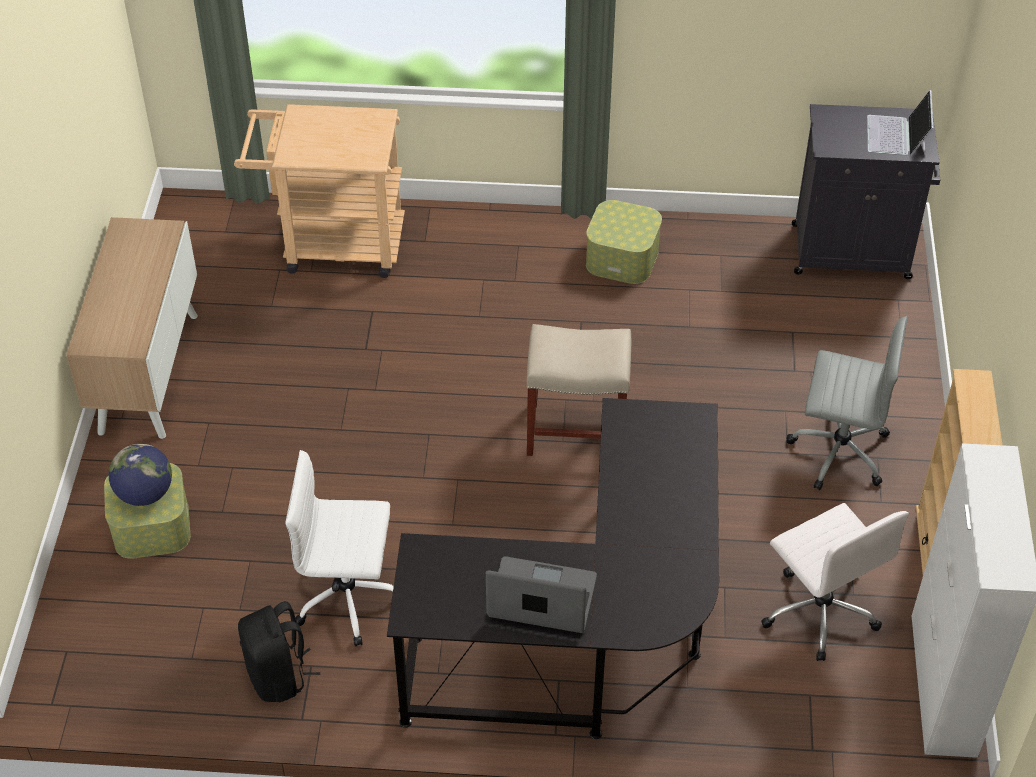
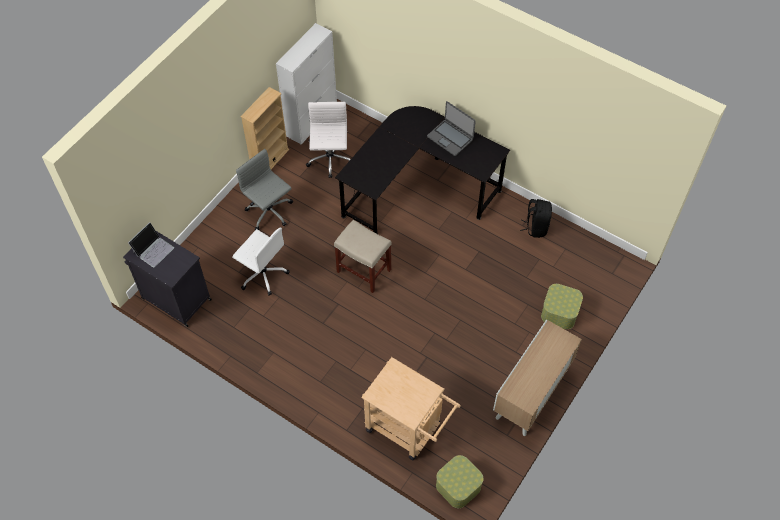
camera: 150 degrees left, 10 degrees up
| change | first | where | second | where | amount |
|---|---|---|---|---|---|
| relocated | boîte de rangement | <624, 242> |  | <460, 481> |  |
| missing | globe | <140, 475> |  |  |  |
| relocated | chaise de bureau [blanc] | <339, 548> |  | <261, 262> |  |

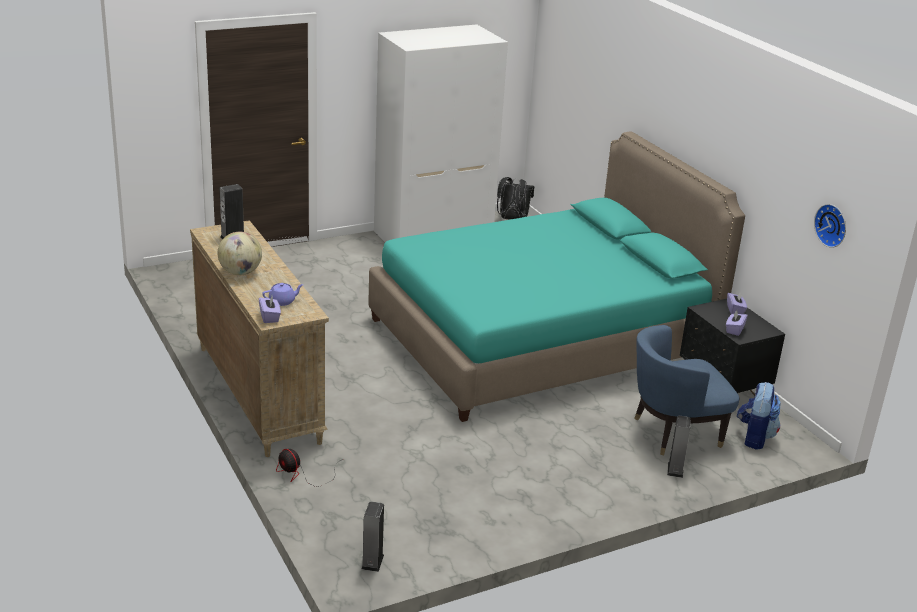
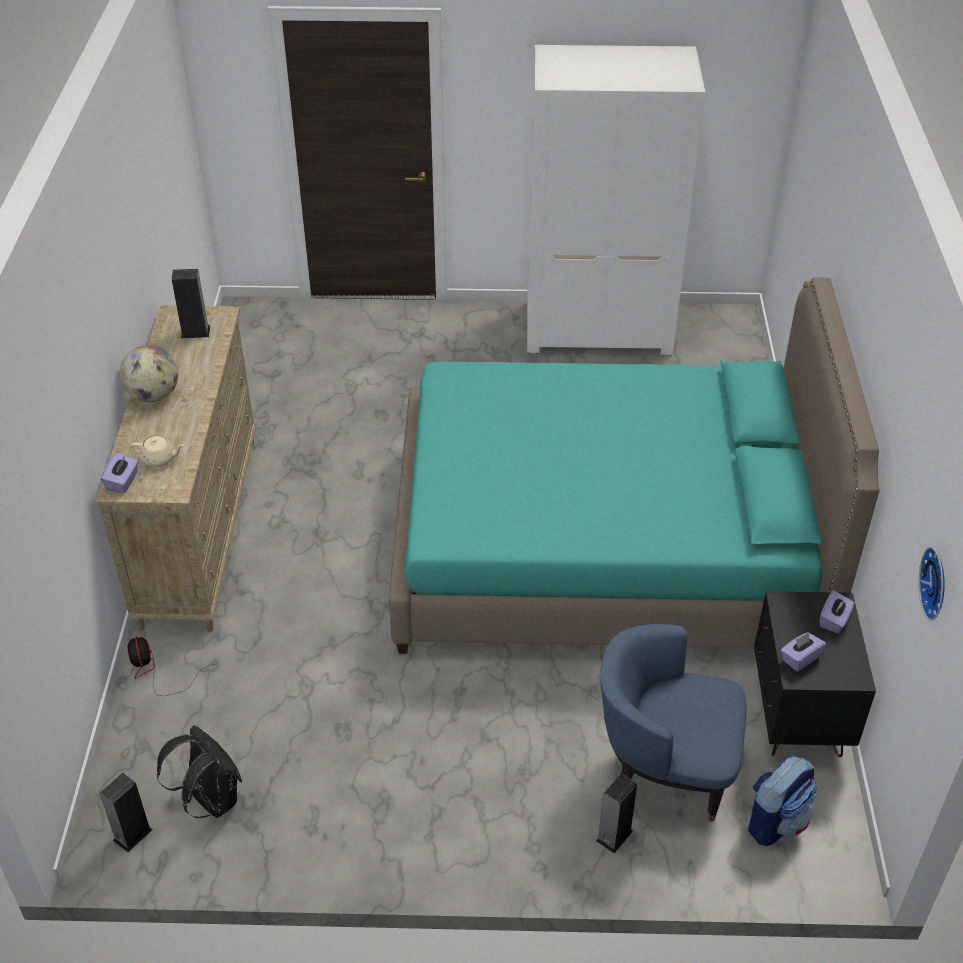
camera: 30 degrees right, 15 degrees up
| change | first | where | second | where | amount |
|---|---|---|---|---|---|
| relocated | sac à dos [noir] | <515, 198> |  | <199, 771> |  |
| colour | théière [violet] | <283, 294> | théière [beige] | <157, 451> |  |

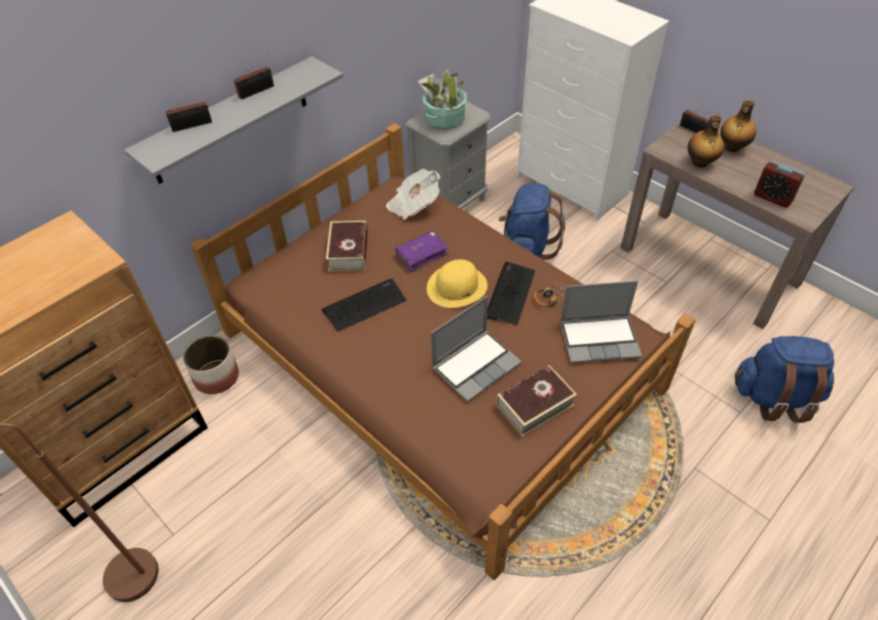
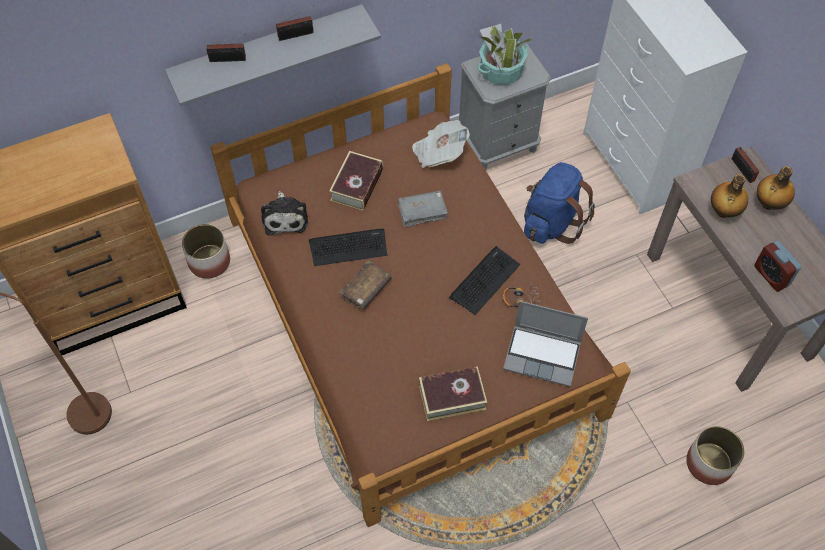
camera: 20 degrees right, 10 degrees up
| change | first | where | second | where | amount |
|---|---|---|---|---|---|
| colour | livre [violet] | <421, 251> | livre [gris] | <423, 209> |  |
| missing | chapeau [jaune] | <457, 283> |  |  |  |
| missing | ordinateur portable | <476, 349> |  |  |  |
| exchanged | sac à dos [bleu] | <784, 379> | cache-pot | <715, 455> |  |
| appeared |  |  | peluche | <284, 213> |  |
| appeared |  |  | livre [marron] | <365, 285> |  |

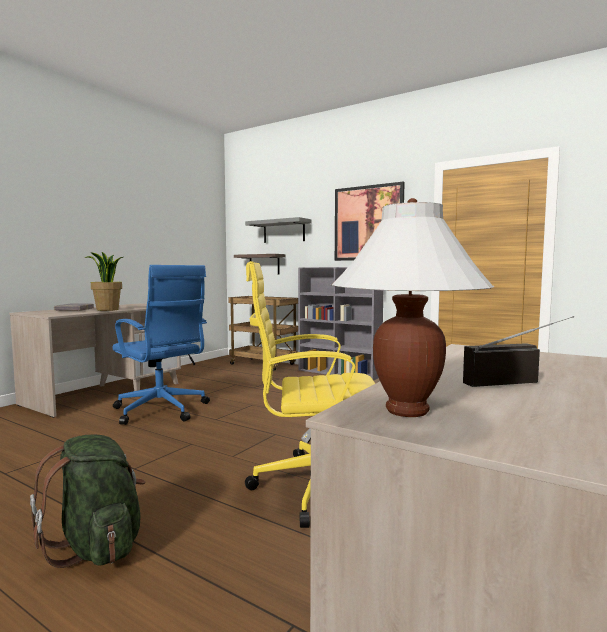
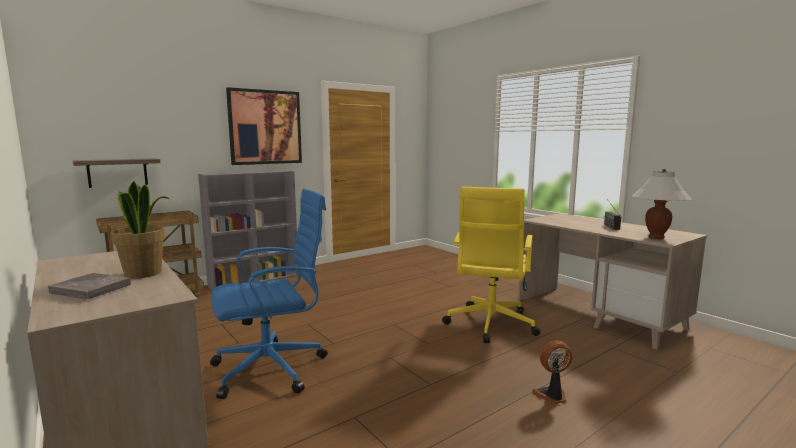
camera: 70 degrees left, 5 degrees up
| change | first | where | second | where | amount |
|---|---|---|---|---|---|
| missing | étagère [gris] | <278, 230> |  |  |  |
| exchanged | sac à dos [vert] | <87, 501> | ventilateur | <552, 372> |  |

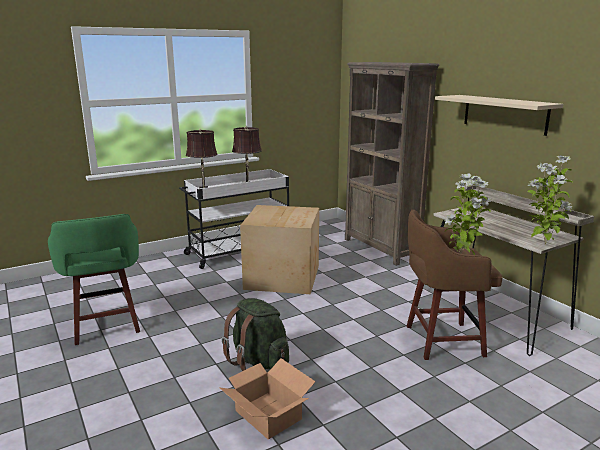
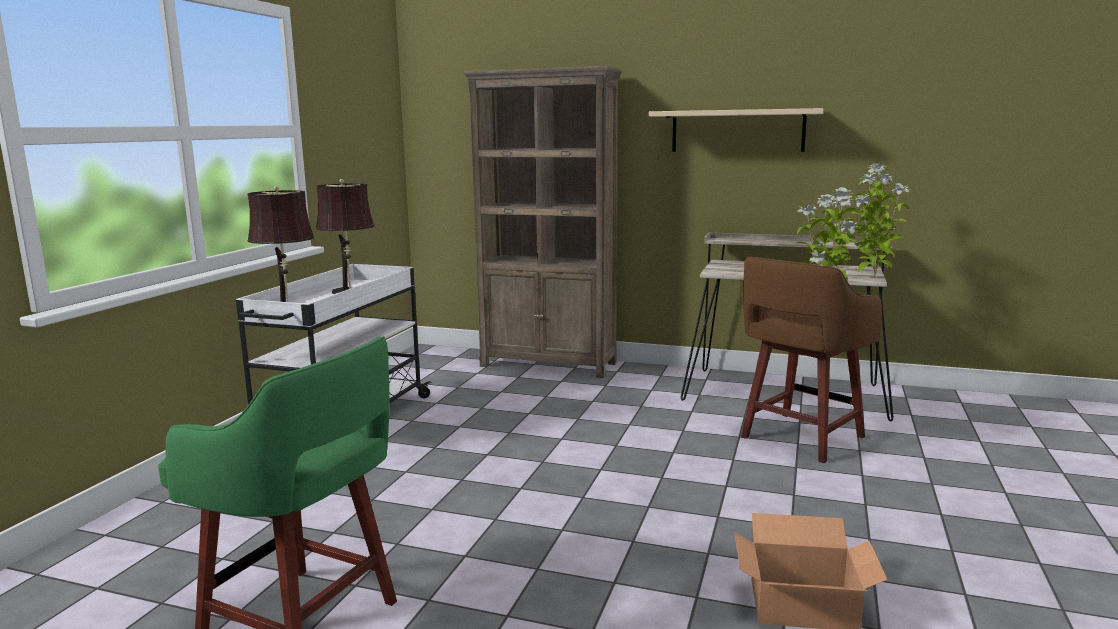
camera: 40 degrees left, 5 degrees down
| change | first | where | second | where | amount |
|---|---|---|---|---|---|
| missing | carton | <279, 249> |  |  |  |
| missing | sac à dos [vert] | <255, 334> |  |  |  |

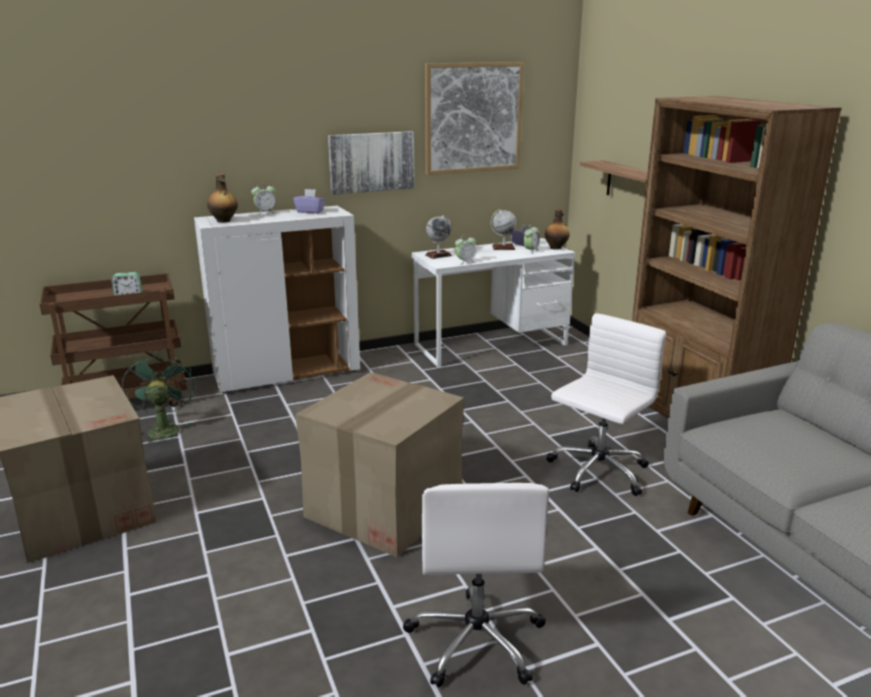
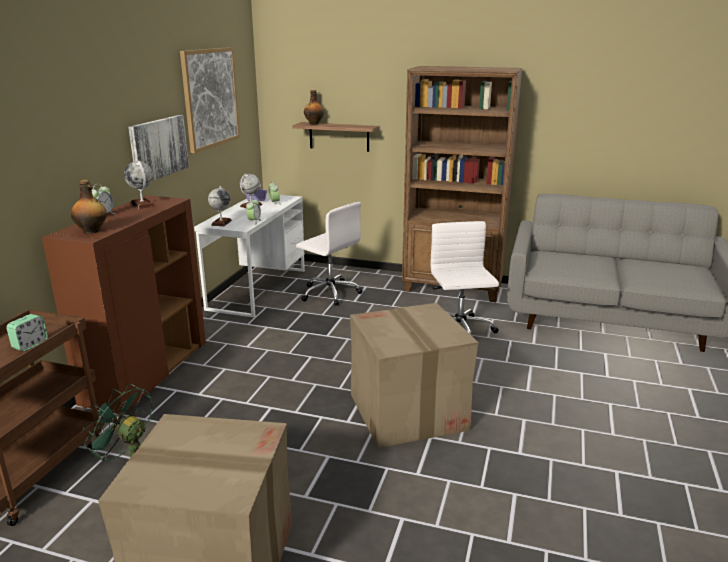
camera: 50 degrees left, 0 degrees up
| change | first | where | second | where | amount |
|---|---|---|---|---|---|
| exchanged | boîte à mouchoirs [violet] | <309, 201> | globe | <139, 185> |  |
| colour | meuble de rangement [blanc] | <277, 299> | meuble de rangement [marron] | <124, 305> |  |
| relocated | bouteille | <557, 229> |  | <314, 107> |  |
| relocated | chaise de bureau [blanc] | <476, 585> |  | <329, 254> |  |

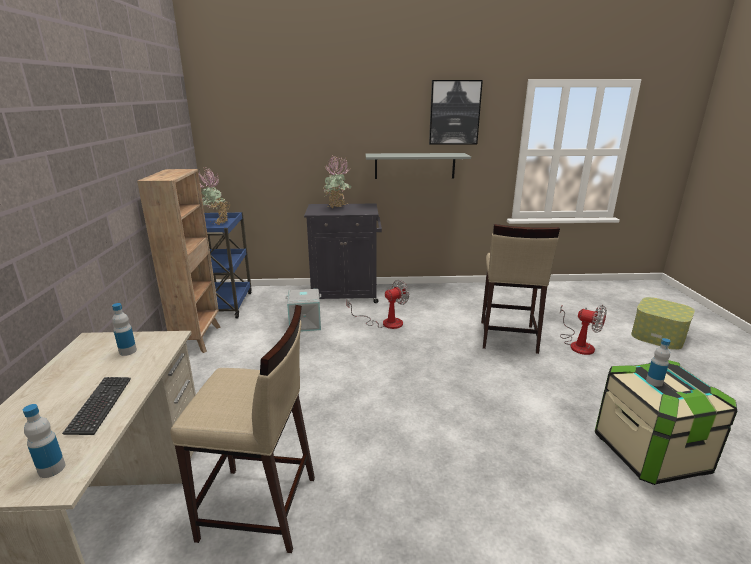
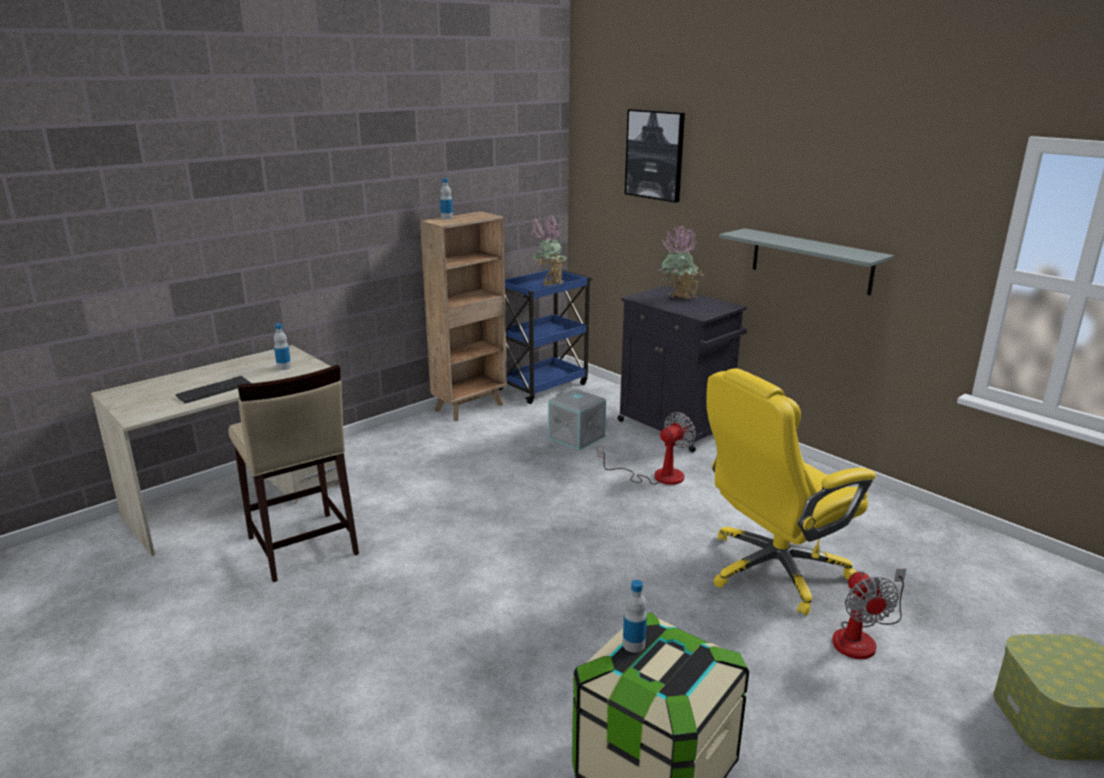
camera: 50 degrees right, 0 degrees up
| change | first | where | second | where | amount |
|---|---|---|---|---|---|
| relocated | tableau | <456, 112> |  | <655, 156> |  |
| exchanged | tabouret [beige] | <520, 289> | chaise de bureau [jaune] | <791, 491> |  |
| spun | ventilateur | <377, 304> |  | <646, 448> | 60 degrees counterclockwise |
| relocated | bouteille | <44, 441> |  | <446, 198> |  |

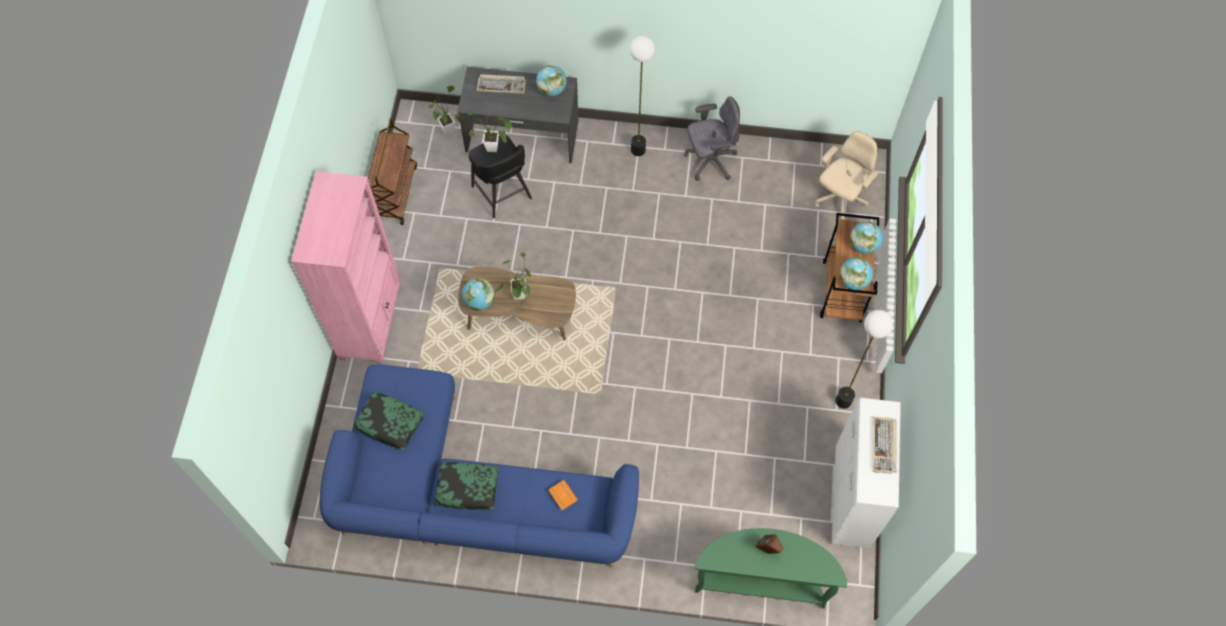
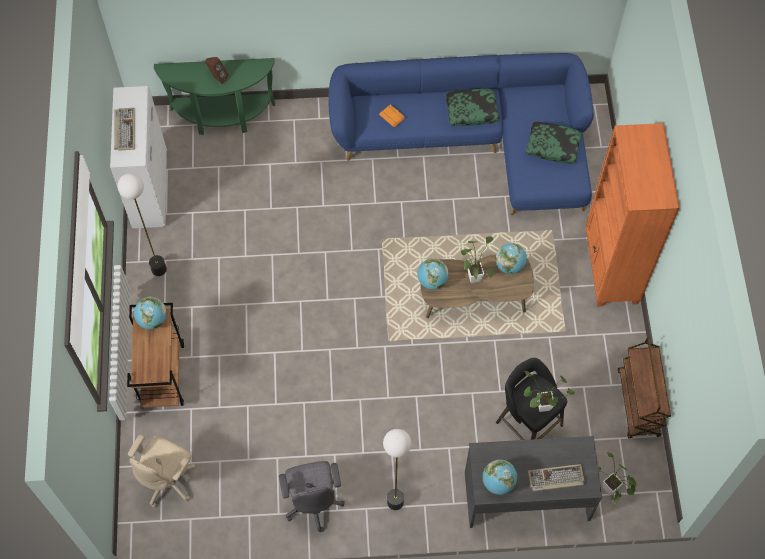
camera: 170 degrees right, 0 degrees up
| change | first | where | second | where | amount |
|---|---|---|---|---|---|
| spun | chaise de bureau [gris] | <712, 138> |  | <312, 496> | 75 degrees counterclockwise |
| colour | bibliothèque [rose] | <346, 268> | bibliothèque [orange] | <633, 214> |  |
| relocated | globe | <866, 237> |  | <433, 274> |  |

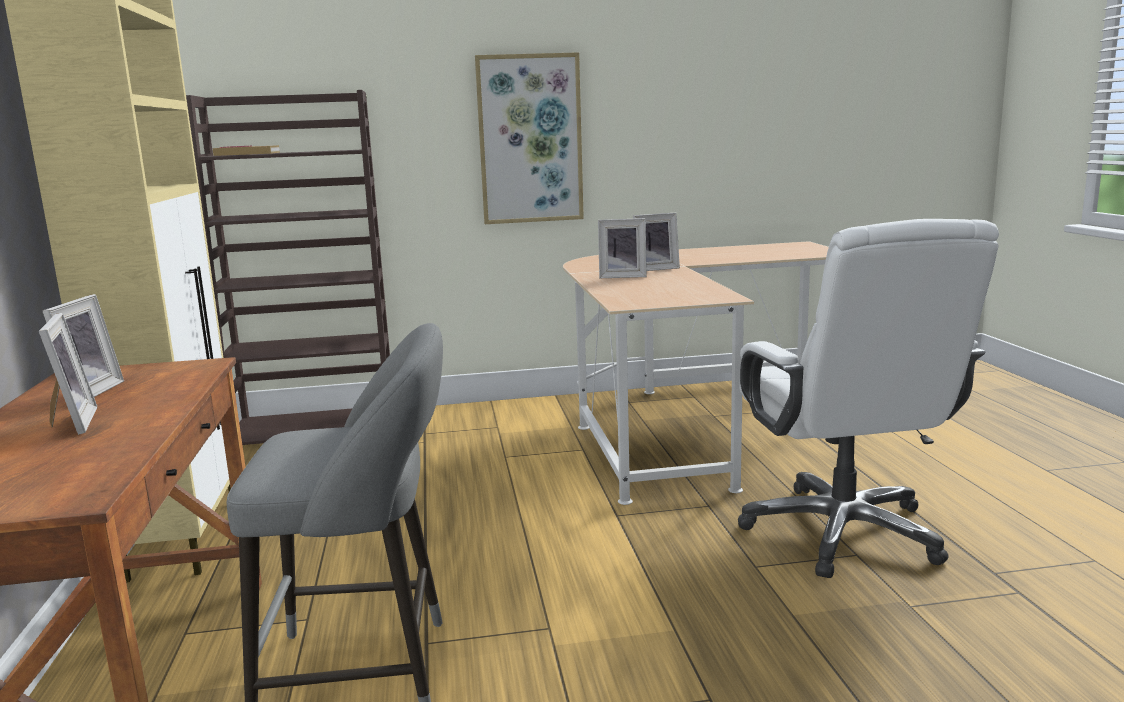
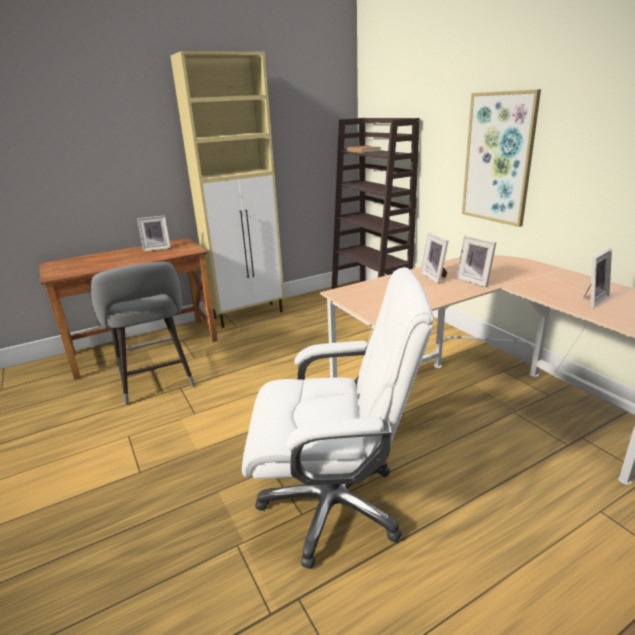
camera: 70 degrees right, 10 degrees up
| change | first | where | second | where | amount |
|---|---|---|---|---|---|
| spun | chaise de bureau [blanc] | <868, 398> |  | <338, 418> | 150 degrees counterclockwise |
| relocated | cadre photo | <68, 374> |  | <597, 278> |  |

